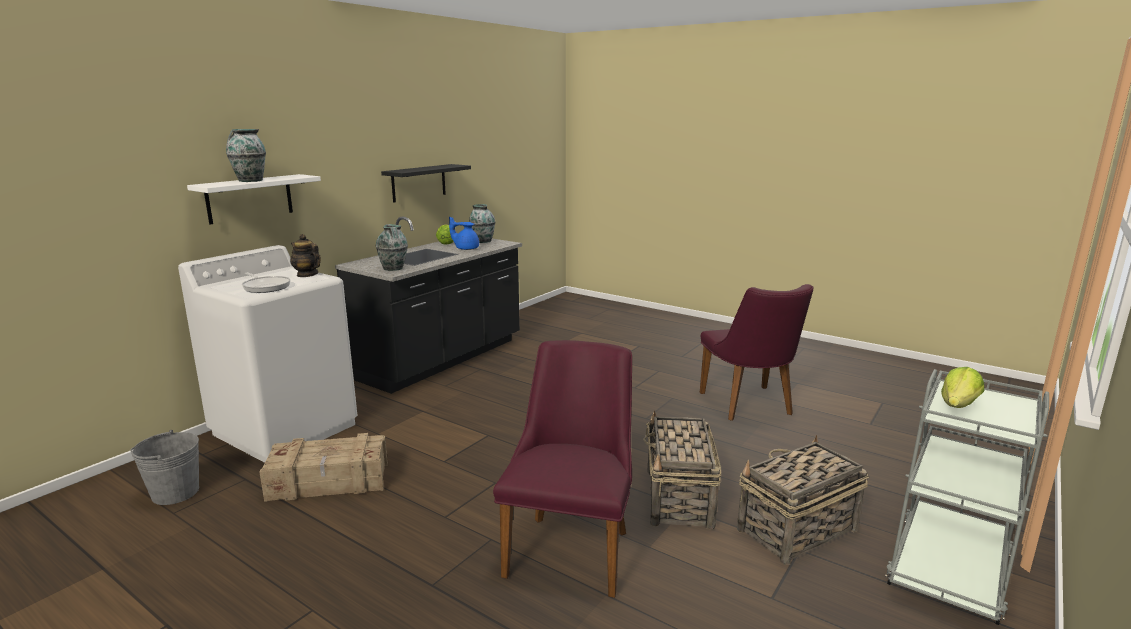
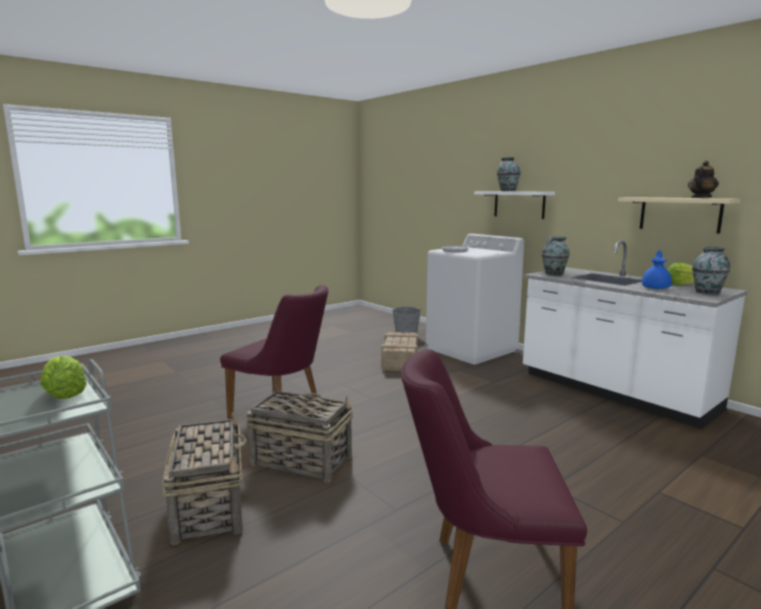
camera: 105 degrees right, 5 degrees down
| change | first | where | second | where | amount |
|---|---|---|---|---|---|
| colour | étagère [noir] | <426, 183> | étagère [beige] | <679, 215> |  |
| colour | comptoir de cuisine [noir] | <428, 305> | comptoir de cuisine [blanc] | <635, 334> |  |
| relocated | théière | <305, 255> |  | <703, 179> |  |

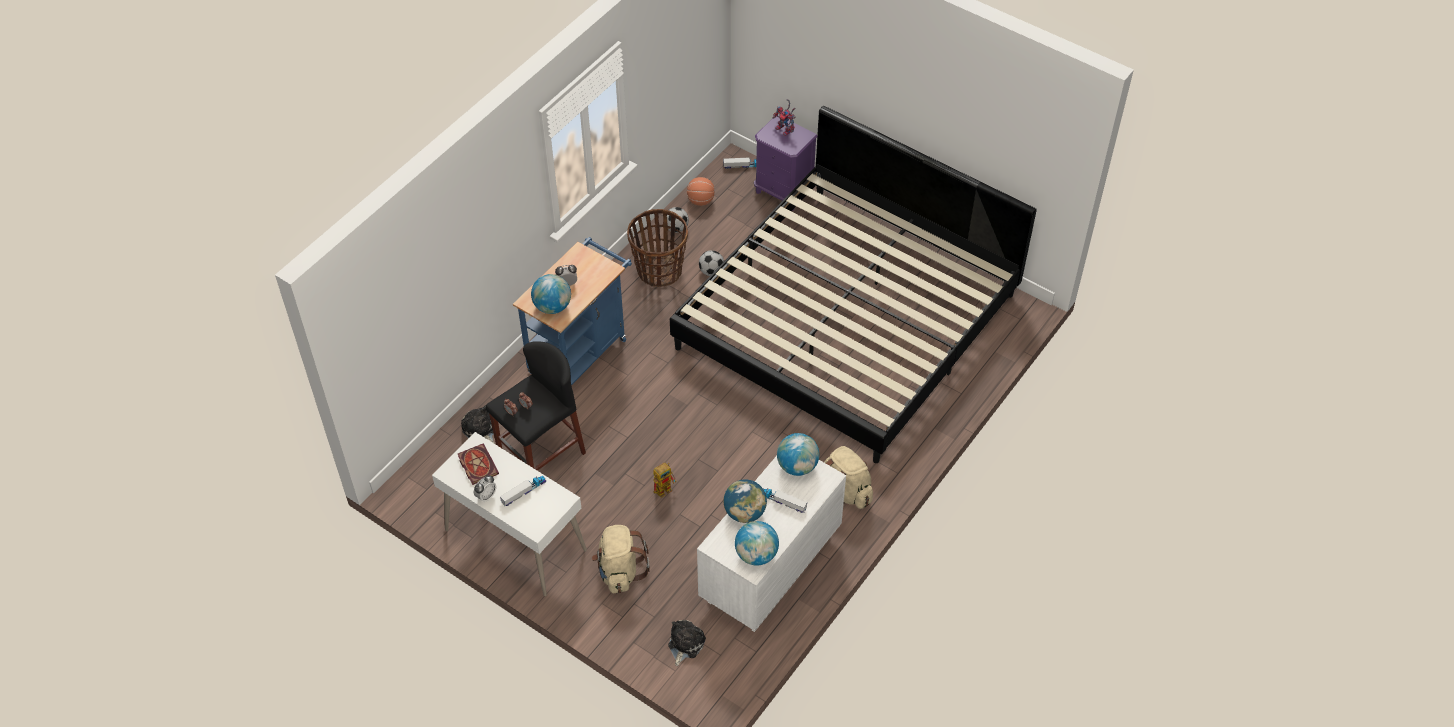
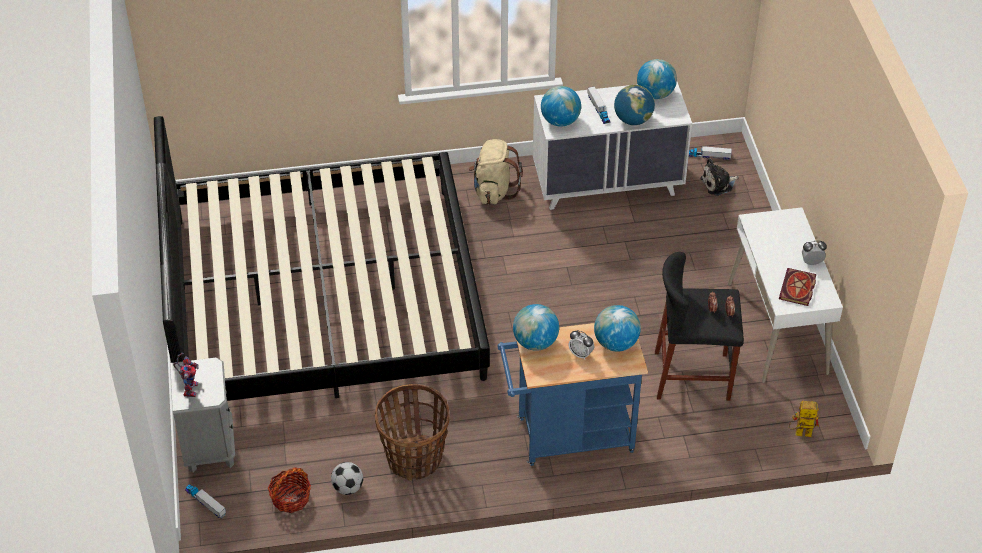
camera: 135 degrees left, 5 degrees down
| change | first | where | second | where | amount |
|---|---|---|---|---|---|
| colour | table de chevet [violet] | <785, 163> | table de chevet [gris] | <202, 415> |  |
| exchanged | ballon de basket | <701, 191> | panier | <289, 490> |  |
| missing | ballon de foot | <711, 263> |  |  |  |
| missing | peluche | <478, 424> |  |  |  |
| relocated | robot jouet | <665, 480> |  | <804, 419> |  |
| relocated | camion jouet | <523, 491> |  | <710, 153> |  |
| missing | sac à dos [beige] | <621, 559> |  |  |  |
| appeared |  |  | globe | <536, 327> |  |

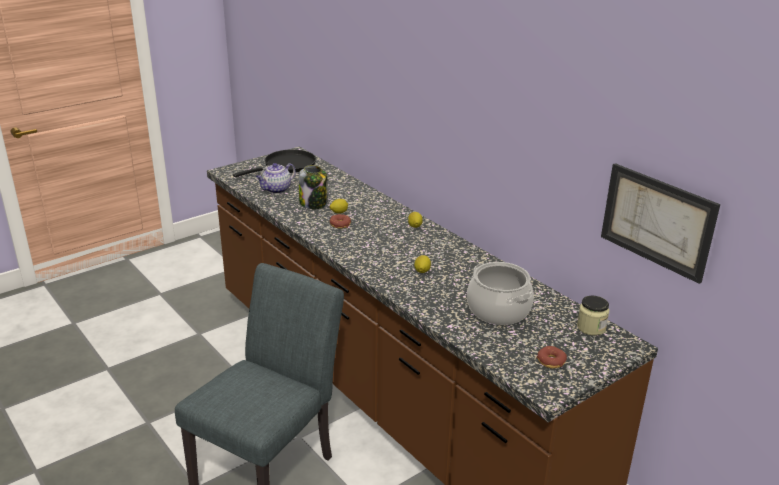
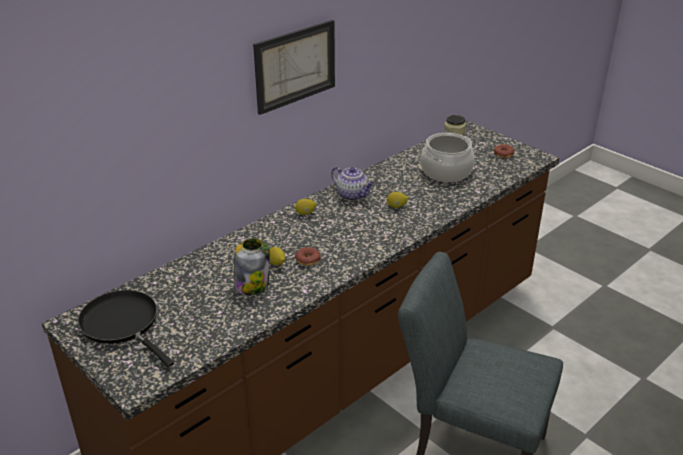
camera: 95 degrees left, 5 degrees up
| change | first | where | second | where | amount |
|---|---|---|---|---|---|
| relocated | théière | <276, 178> |  | <352, 183> |  |
| relocated | tableau | <660, 223> |  | <294, 67> |  |

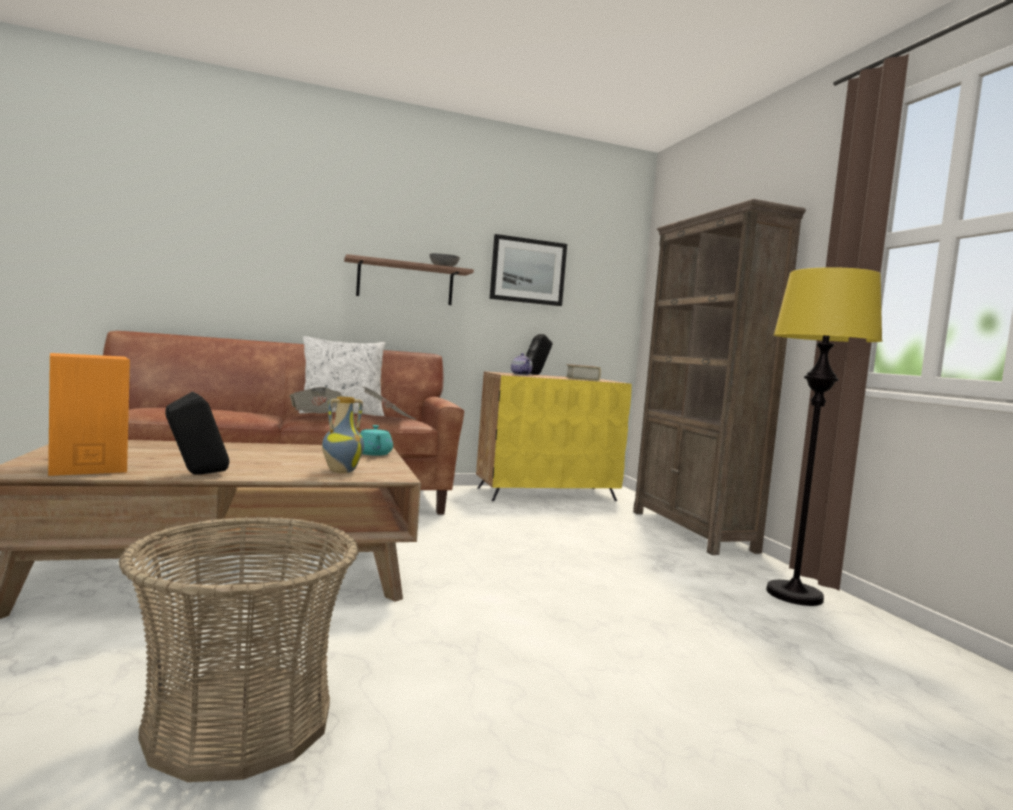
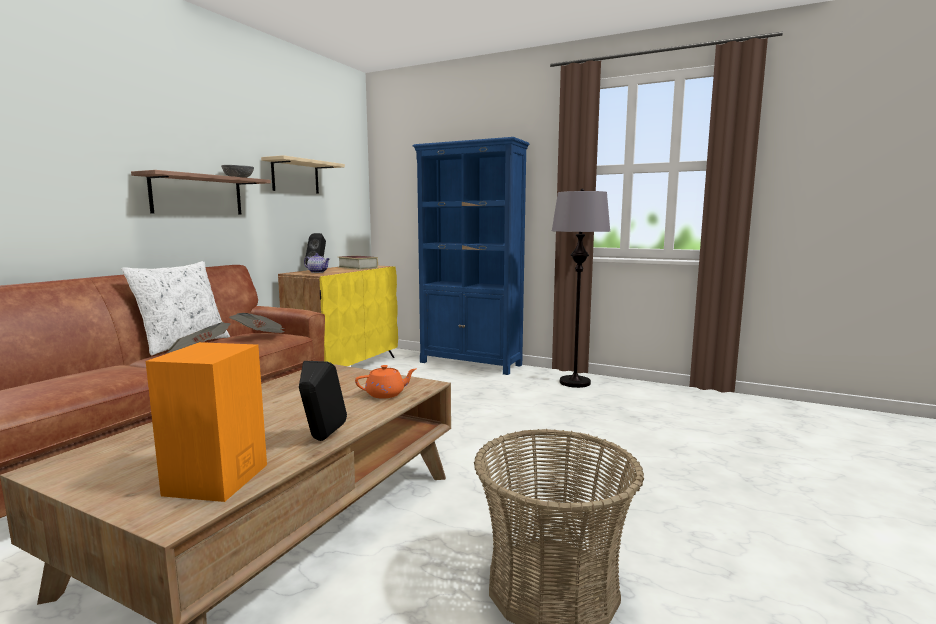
camera: 45 degrees left, 5 degrees up
| change | first | where | second | where | amount |
|---|---|---|---|---|---|
| colour | bibliothèque [marron] | <719, 377> | bibliothèque [bleu] | <471, 256> |  |
| exchanged | tableau | <528, 270> | étagère [beige] | <303, 174> |  |
| colour | lampadaire [jaune] | <824, 436> | lampadaire [gris] | <581, 288> |  |
| exchanged | vase | <343, 435> | théière [orange] | <385, 382> |  |
| missing | théière [turquoise] | <376, 440> |  |  |  |

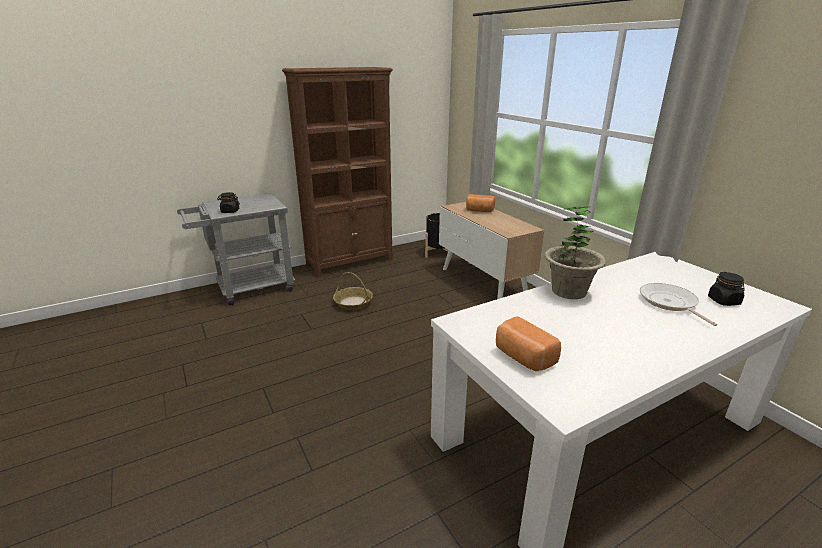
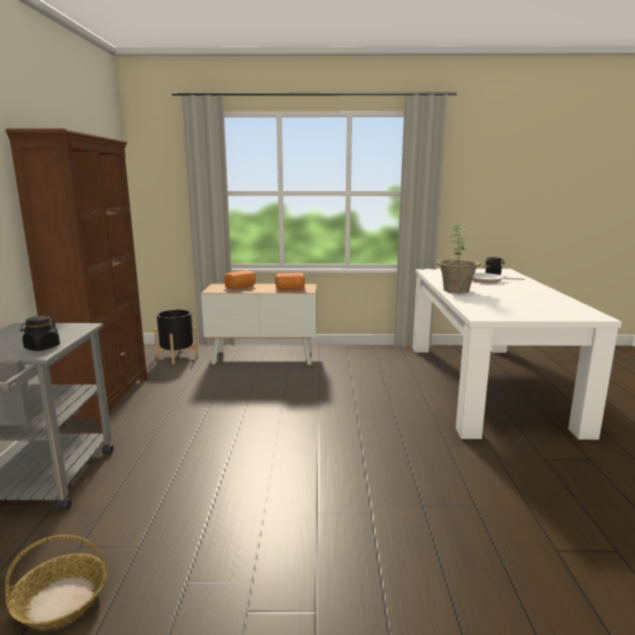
camera: 60 degrees left, 10 degrees down
| change | first | where | second | where | amount |
|---|---|---|---|---|---|
| relocated | panier | <353, 291> |  | <56, 582> |  |
| relocated | pain | <528, 343> |  | <290, 281> |  |

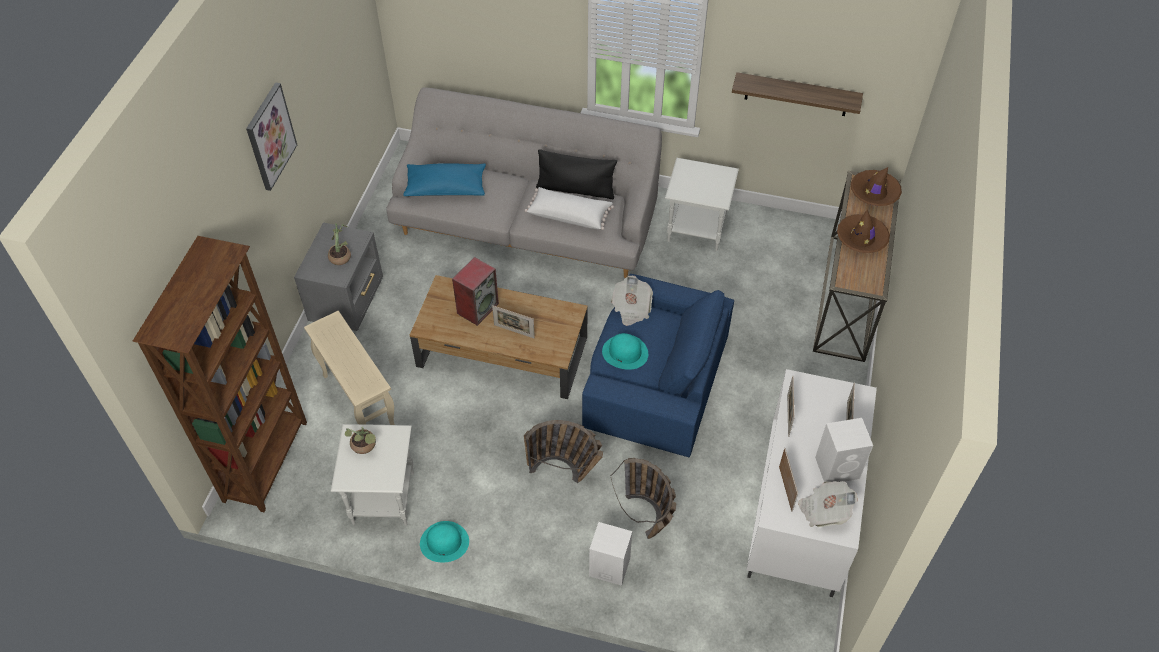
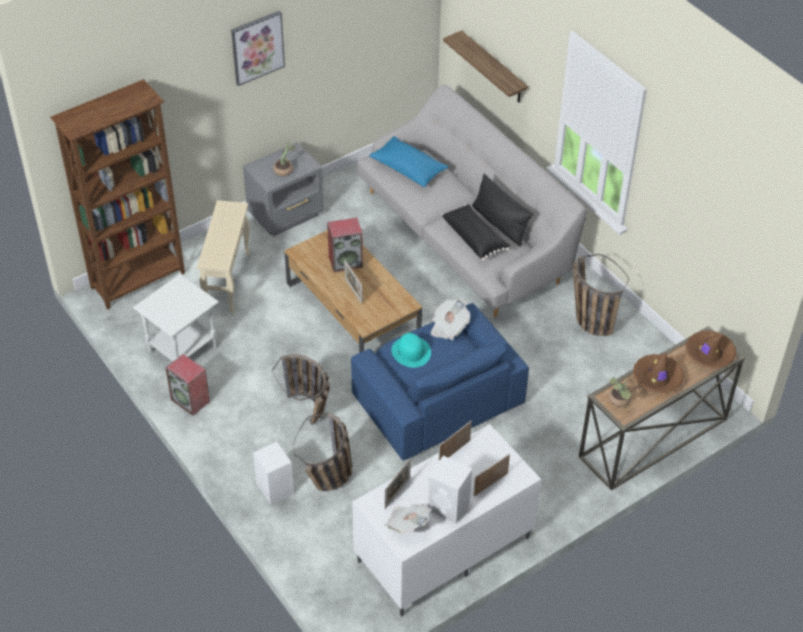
camera: 40 degrees right, 5 degrees down
| change | first | where | second | where | amount |
|---|---|---|---|---|---|
| relocated | étagère | <797, 94> |  | <485, 66> |  |
| exchanged | table d'appoint [blanc] | <702, 204> | panier | <601, 295> |  |
| colour | coussin [blanc] | <569, 208> | coussin [noir] | <475, 232> |  |
| relocated | plante en pot | <360, 440> |  | <620, 392> |  |
| exchanged | chapeau [turquoise] | <444, 541> | enceinte | <188, 385> |  |

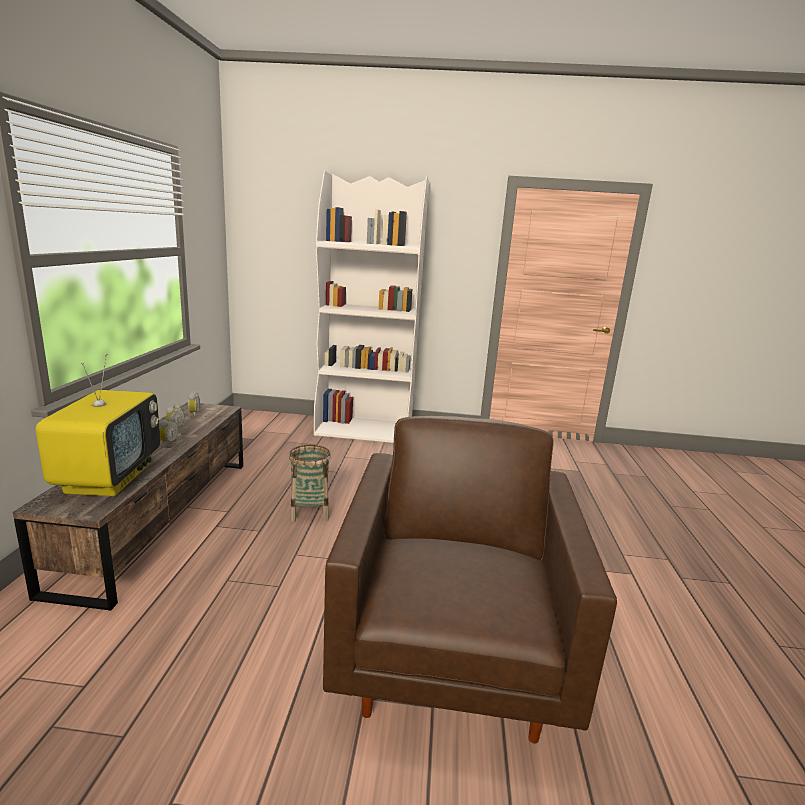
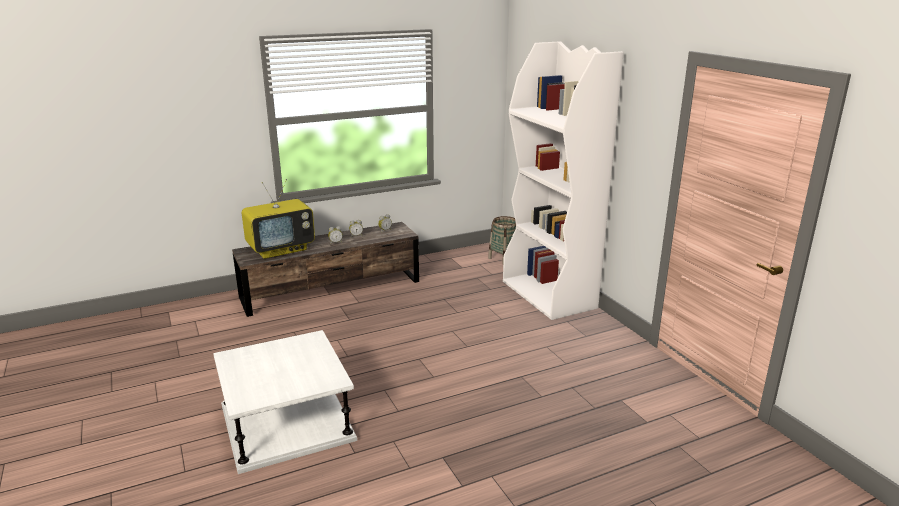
camera: 60 degrees right, 5 degrees up
| change | first | where | second | where | amount |
|---|---|---|---|---|---|
| exchanged | fauteuil [marron] | <470, 580> | table d'appoint [blanc] | <285, 402> |  |
| relocated | panier | <310, 483> |  | <502, 240> |  |

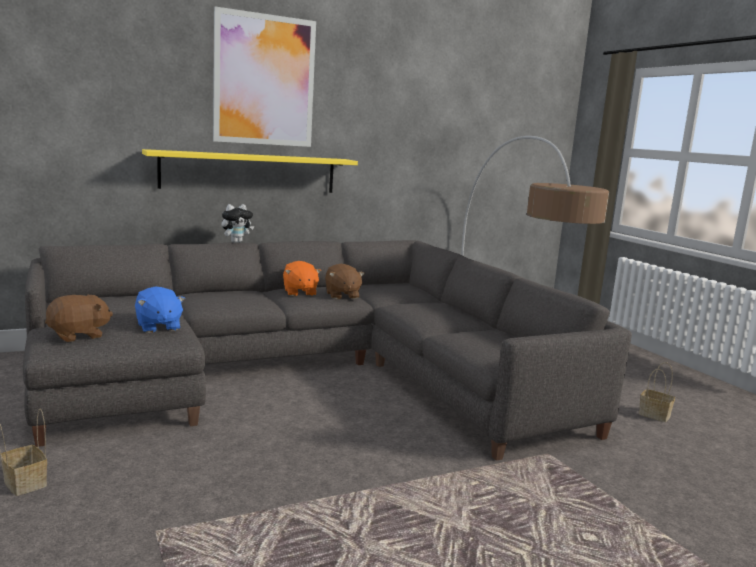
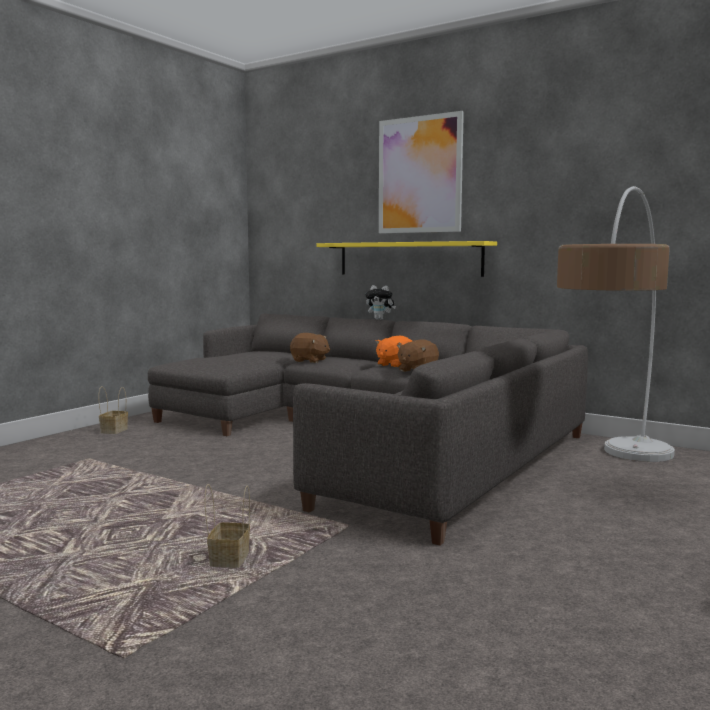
camera: 60 degrees right, 5 degrees down
| change | first | where | second | where | amount |
|---|---|---|---|---|---|
| missing | peluche [bleu] | <160, 309> |  |  |  |
| relocated | peluche [marron] | <79, 318> |  | <310, 348> |  |
| relocated | panier | <657, 392> |  | <227, 526> |  |

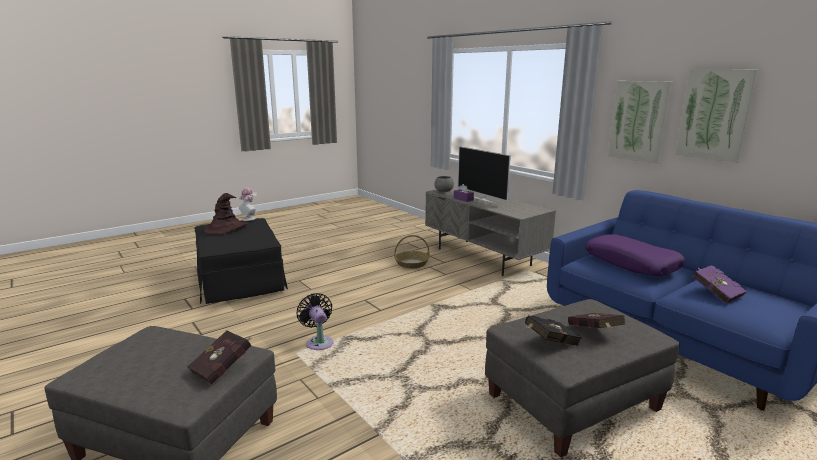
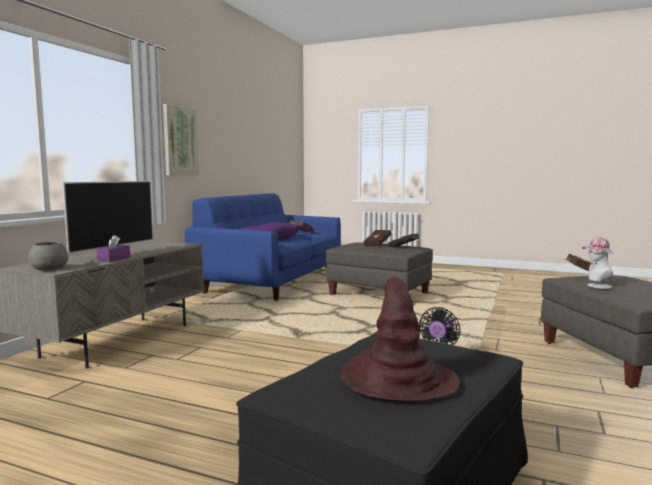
camera: 120 degrees left, 10 degrees down
| change | first | where | second | where | amount |
|---|---|---|---|---|---|
| missing | tableau | <717, 116> |  |  |  |
| relocated | chapeau | <248, 204> |  | <598, 263> |  |
| missing | panier | <412, 251> |  |  |  |

